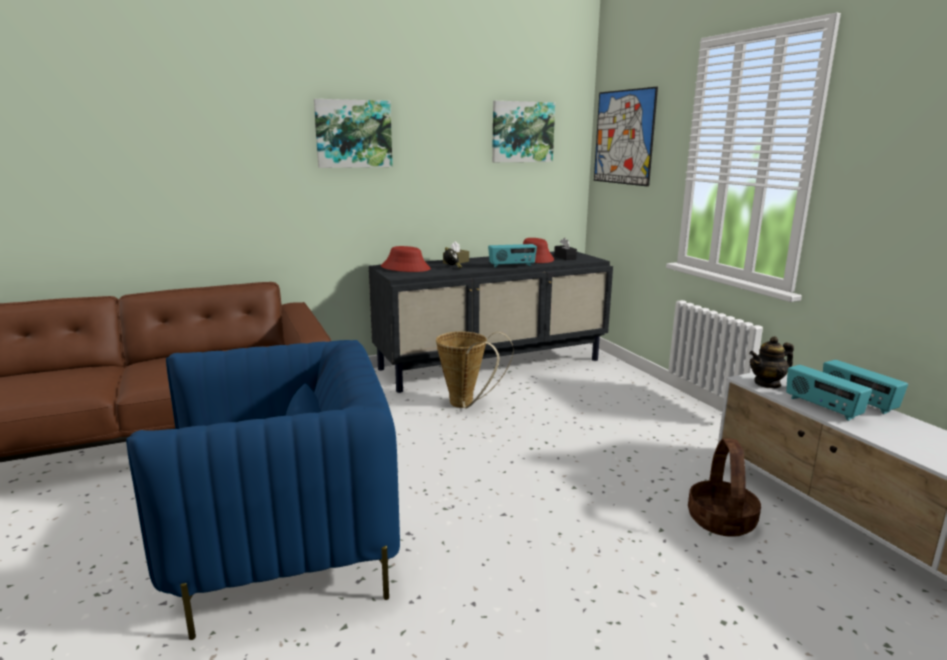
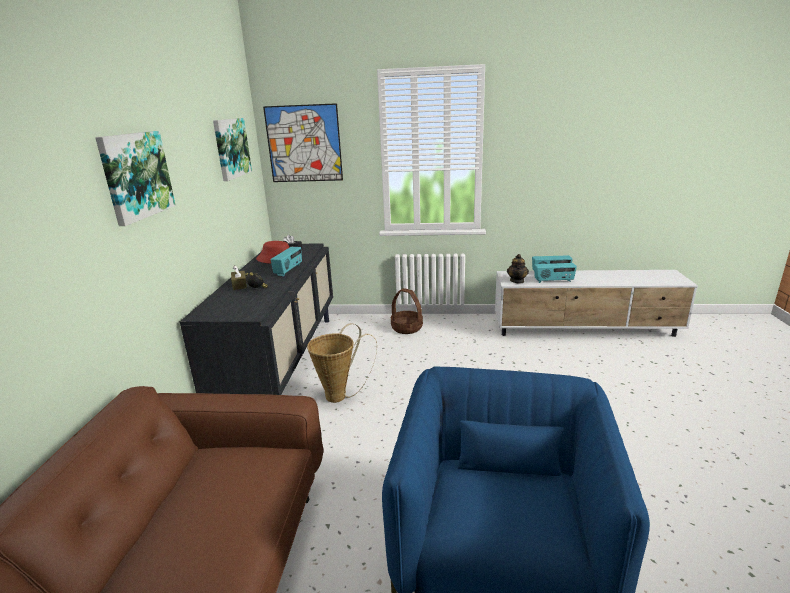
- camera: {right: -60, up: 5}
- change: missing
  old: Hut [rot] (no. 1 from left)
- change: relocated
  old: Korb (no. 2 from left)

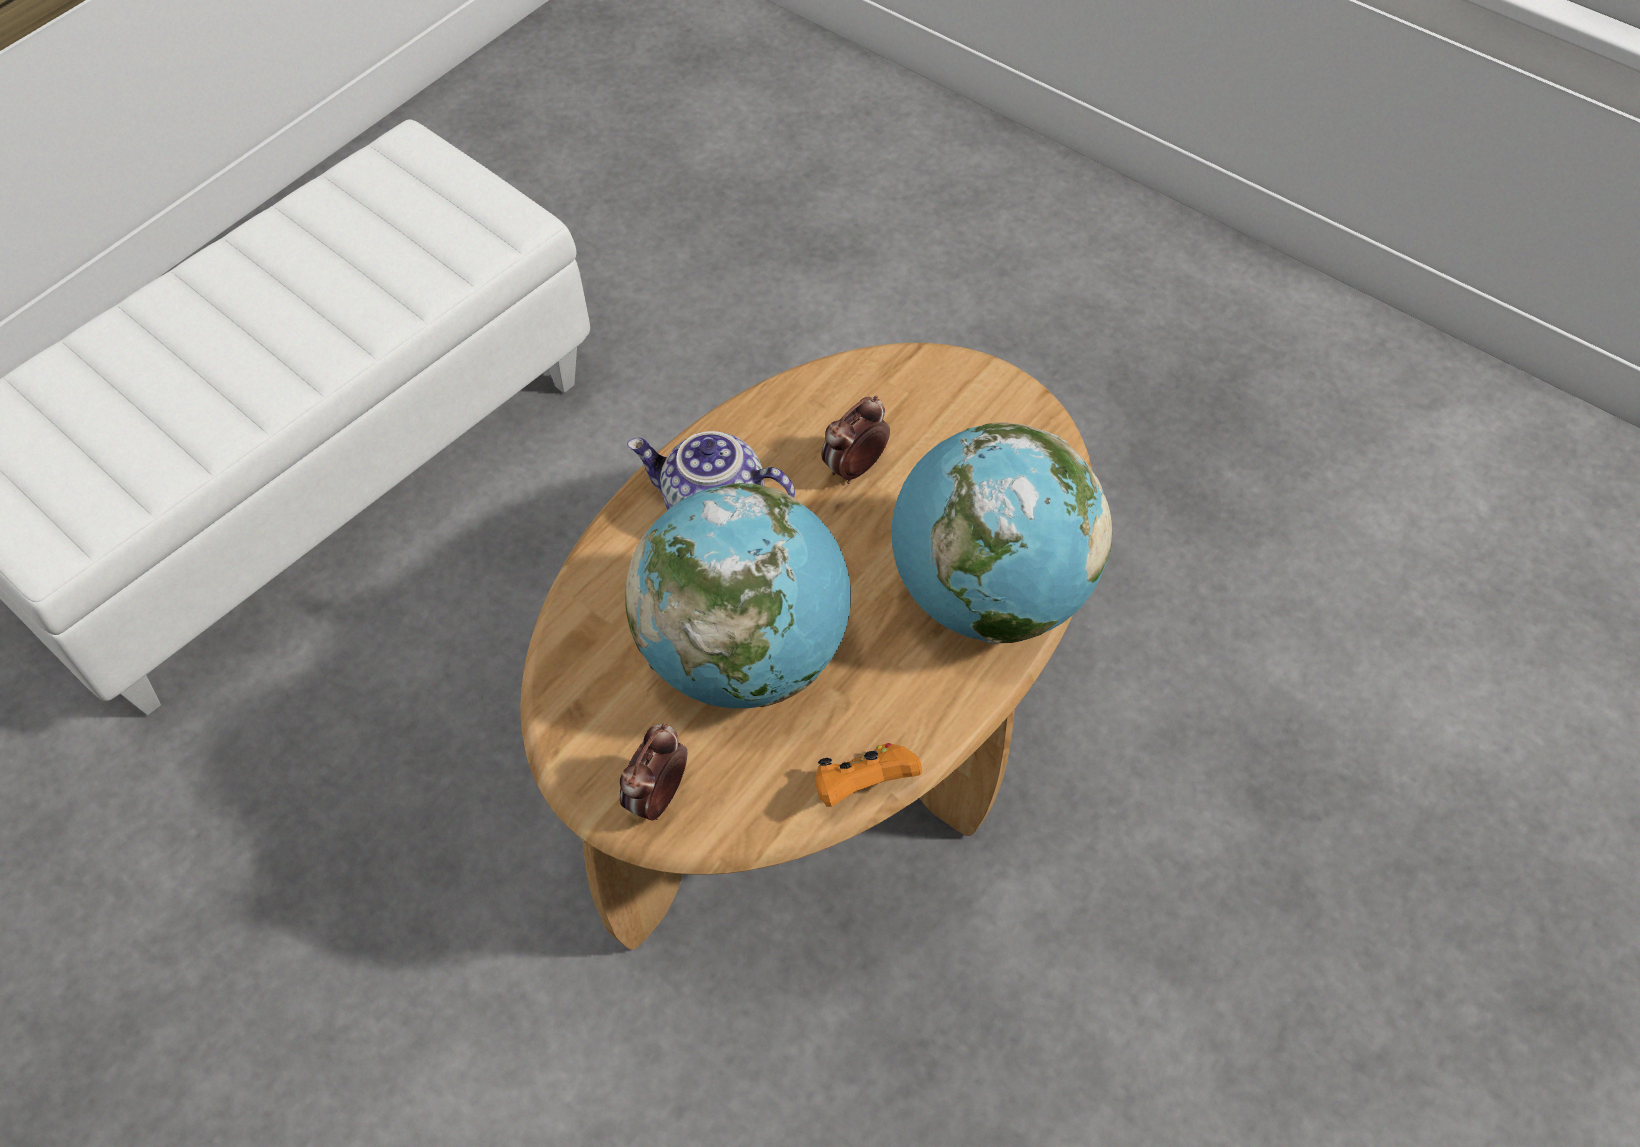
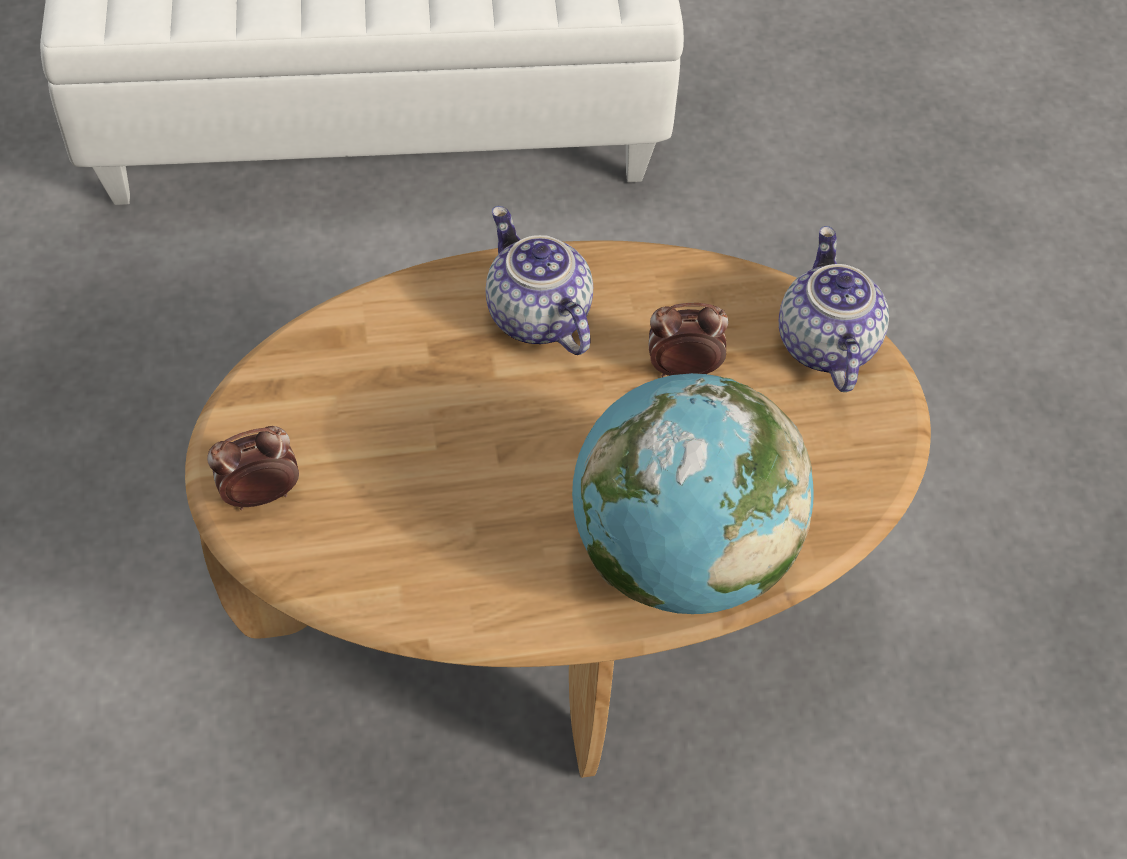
- camera: {right: 40, up: 0}
- change: missing
  old: Globus (no. 1 from left)
- change: missing
  old: Gamepad [orange]
- change: appeared
  new: Teekanne (no. 2 from left)

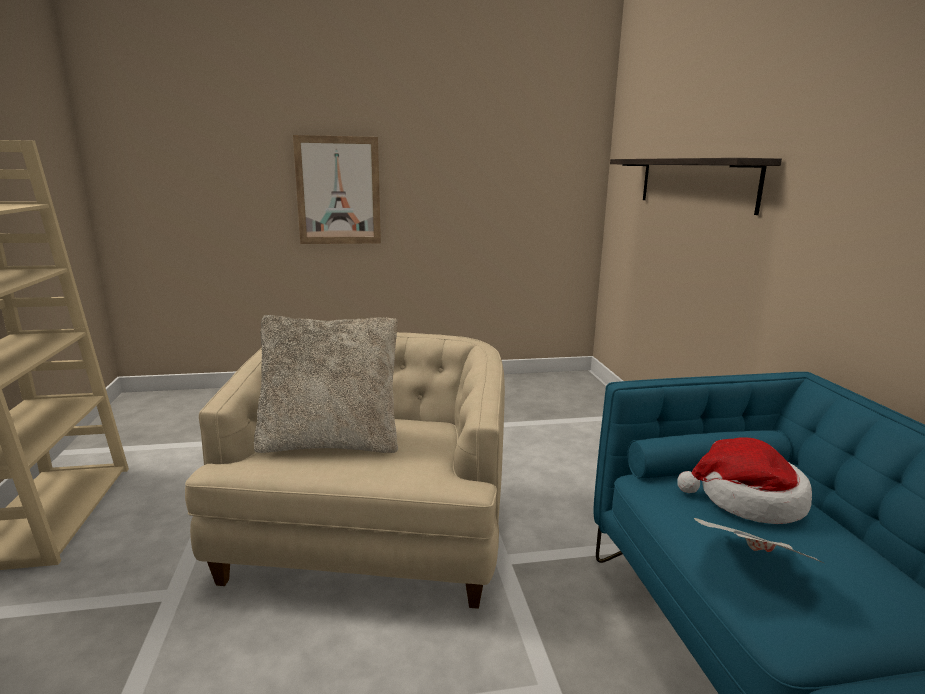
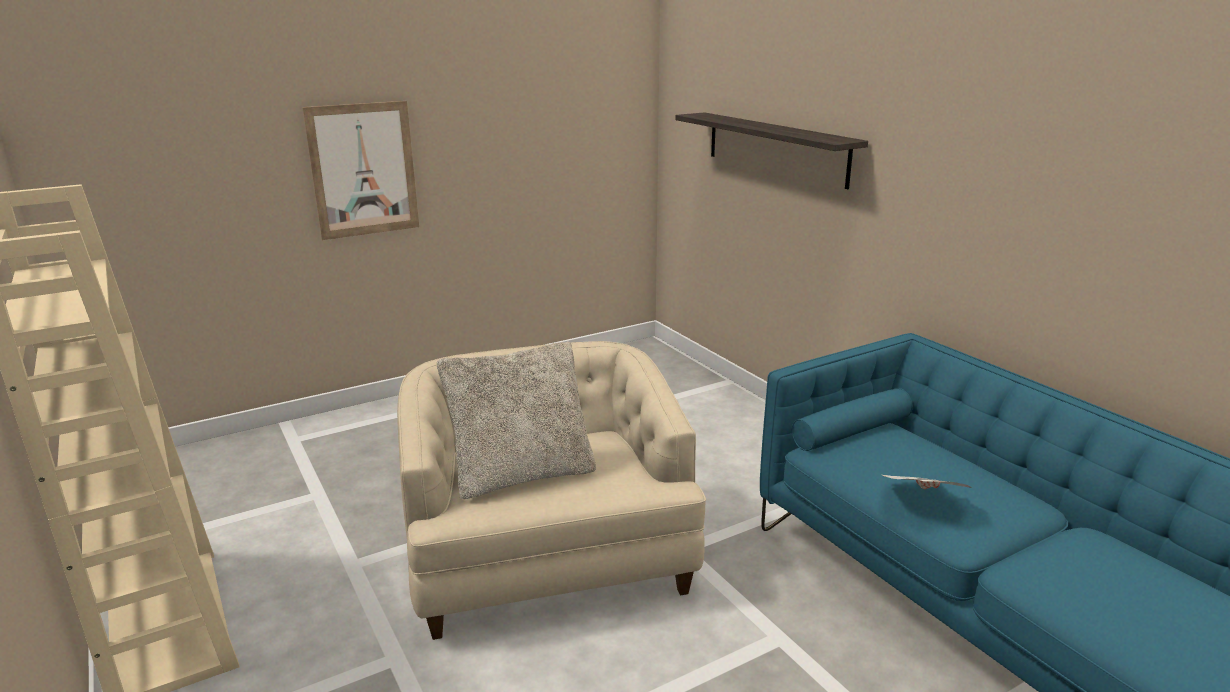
- camera: {right: -20, up: 5}
- change: missing
  old: Hut

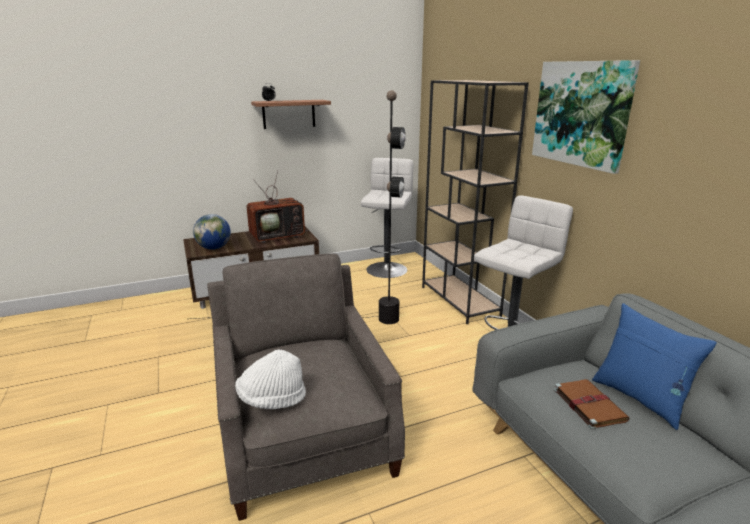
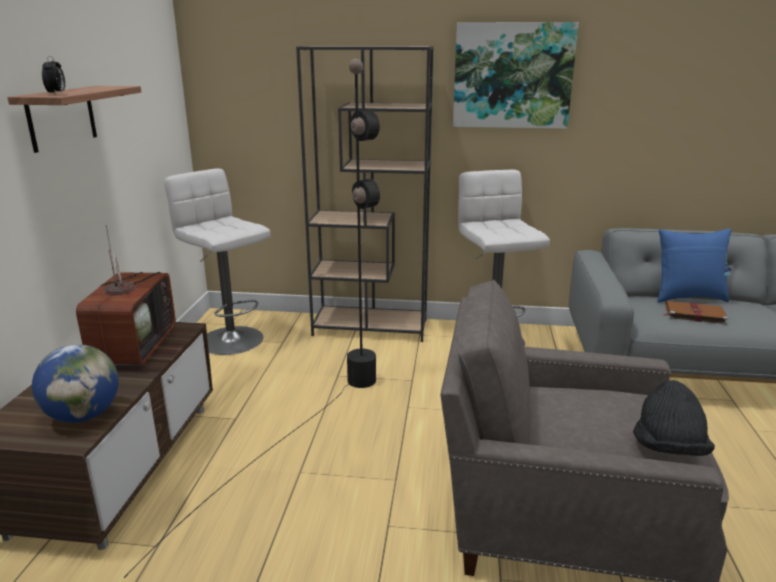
- camera: {right: -60, up: 0}
- change: colour
  old: Hut [weiß]
  new: Hut [schwarz]

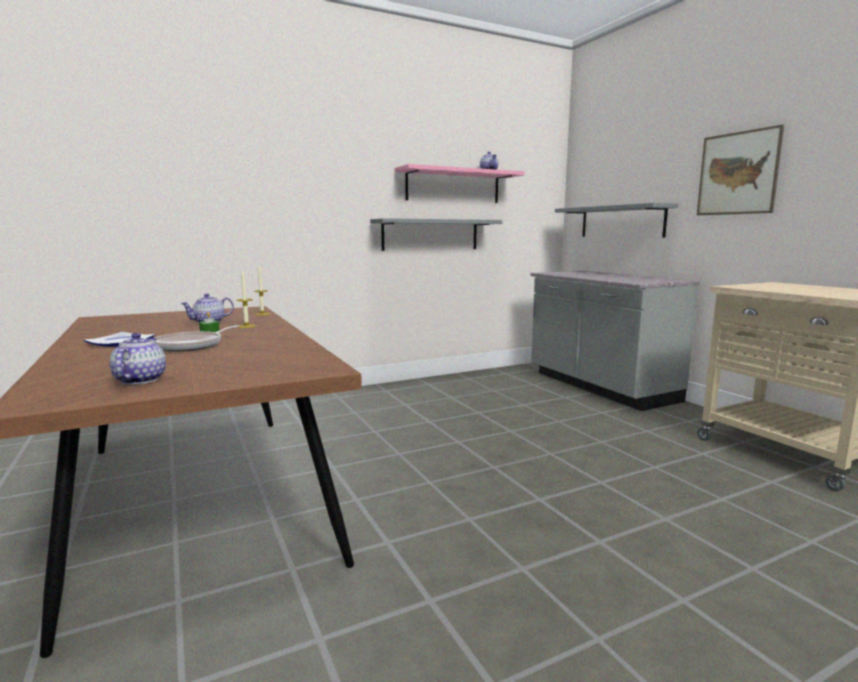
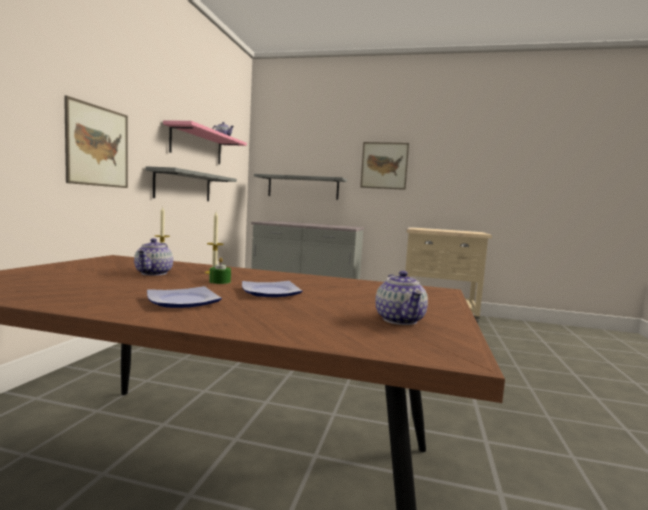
- camera: {right: -50, up: -5}
- change: exchanged
  old: Pfanne
  new: Teller (no. 2 from left)
- change: spun
  old: Teekanne (no. 1 from left in the first image)
  degrees: -135
- change: appeared
  new: Bild (no. 1 from left)

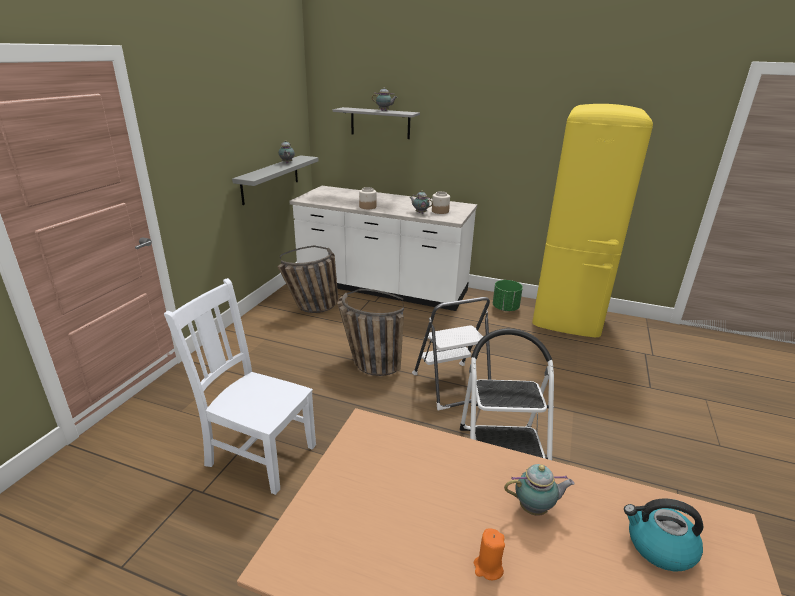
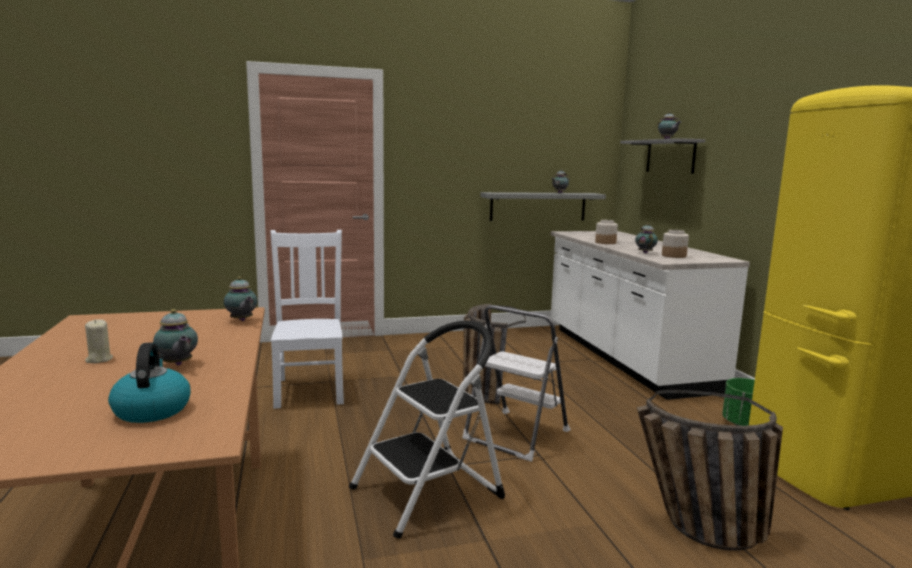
- camera: {right: 55, up: -15}
- change: relocated
  old: Korb (no. 1 from left in the first image)
  new: Korb (no. 2 from left)
- change: colour
  old: Kerze [orange]
  new: Kerze [beige]
- change: appeared
  new: Teekanne (no. 2 from left)

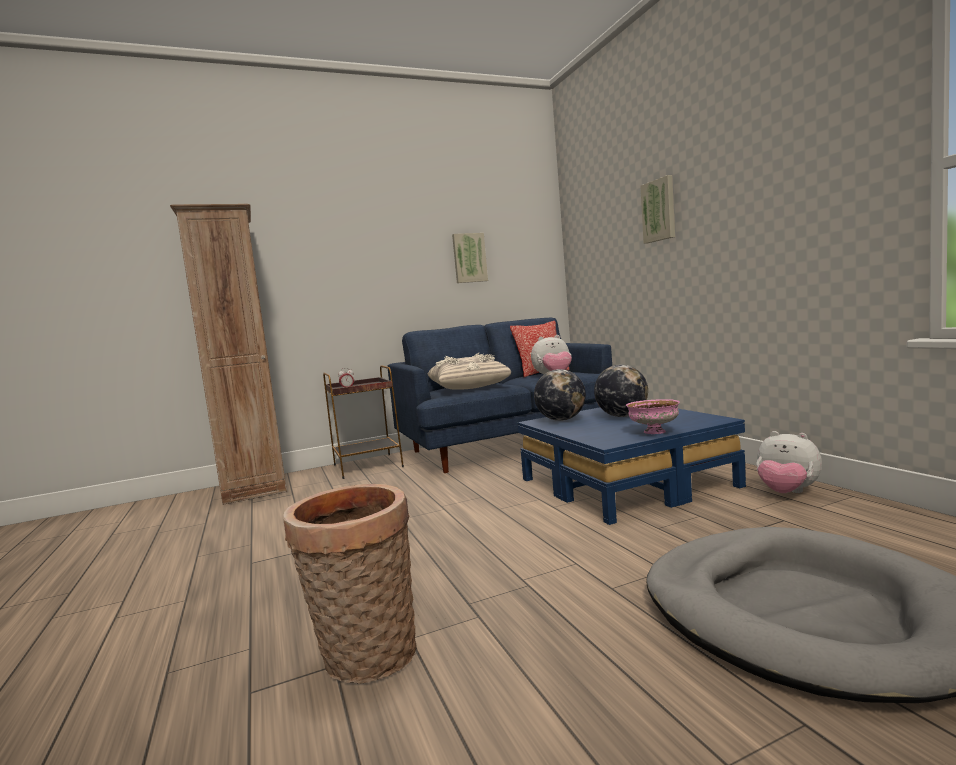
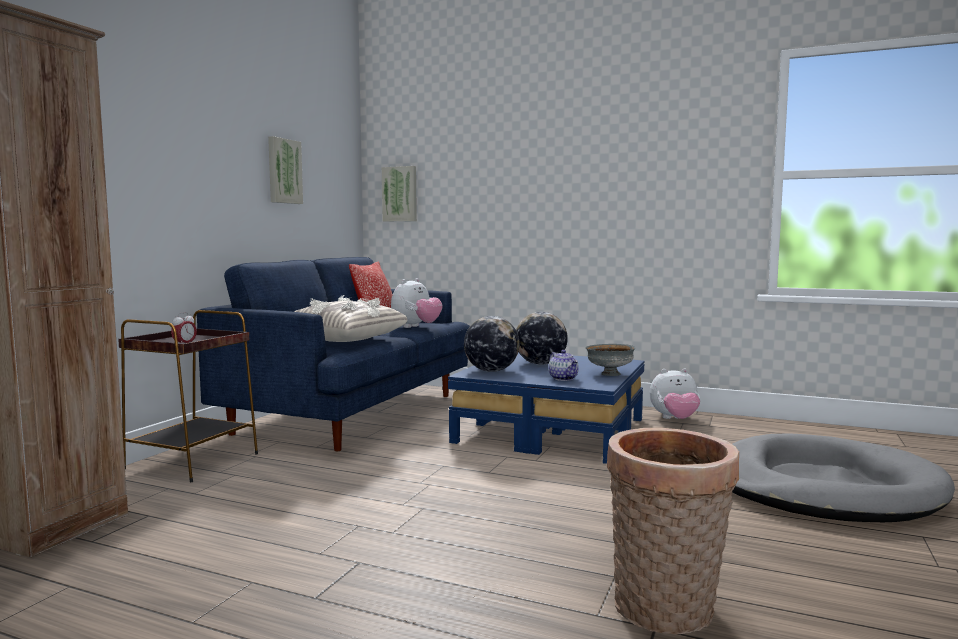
- camera: {right: -45, up: 0}
- change: relocated
  old: Bild (no. 2 from left)
- change: colour
  old: Schüssel [rosa]
  new: Schüssel [grau]
- change: appeared
  new: Teekanne

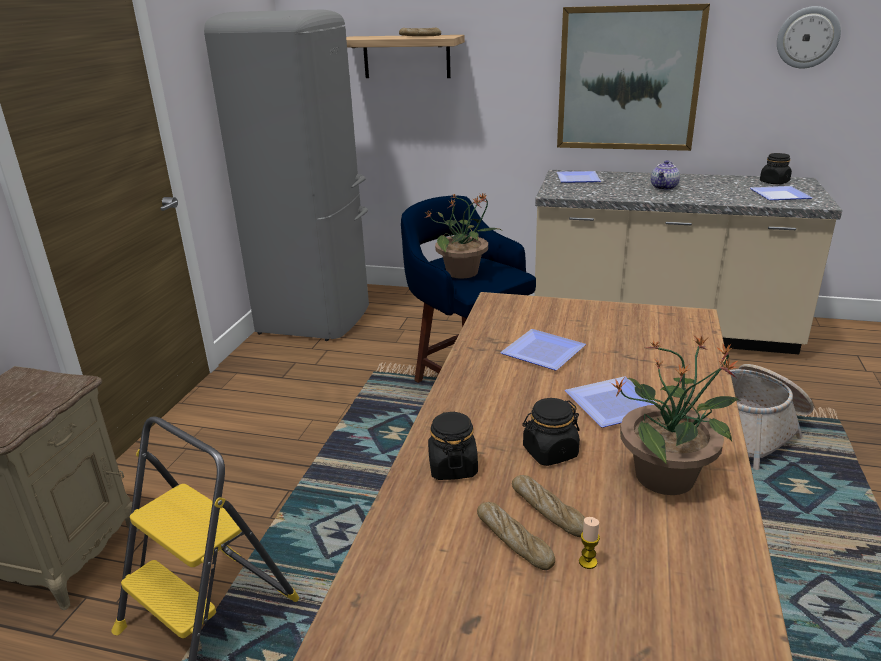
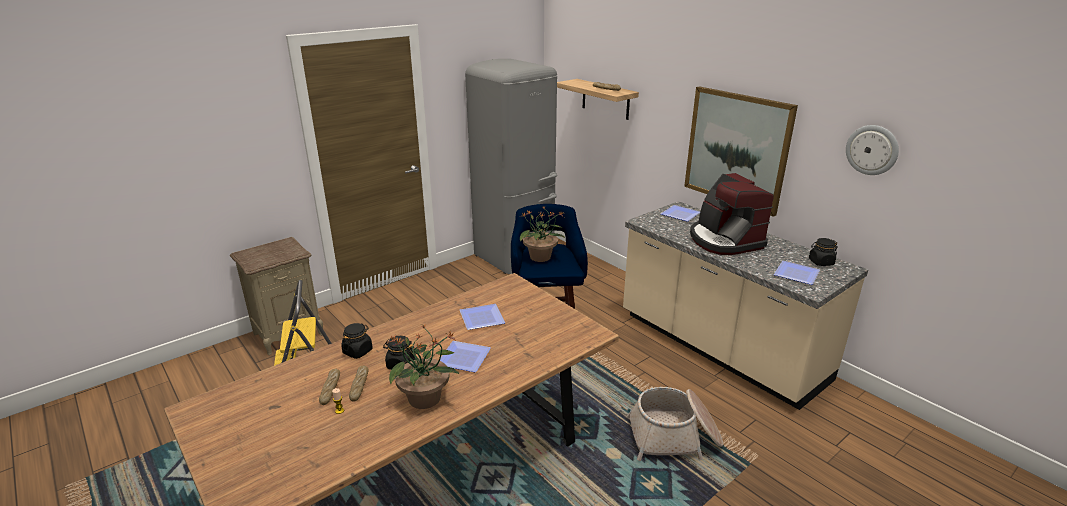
- camera: {right: 35, up: 0}
- change: exchanged
  old: Teekanne
  new: Kaffeemaschine

